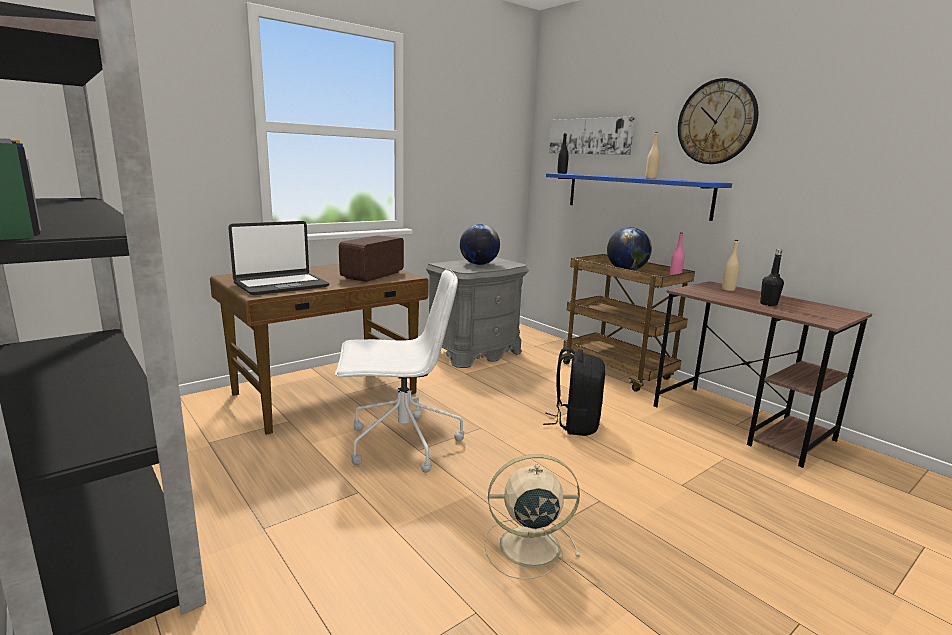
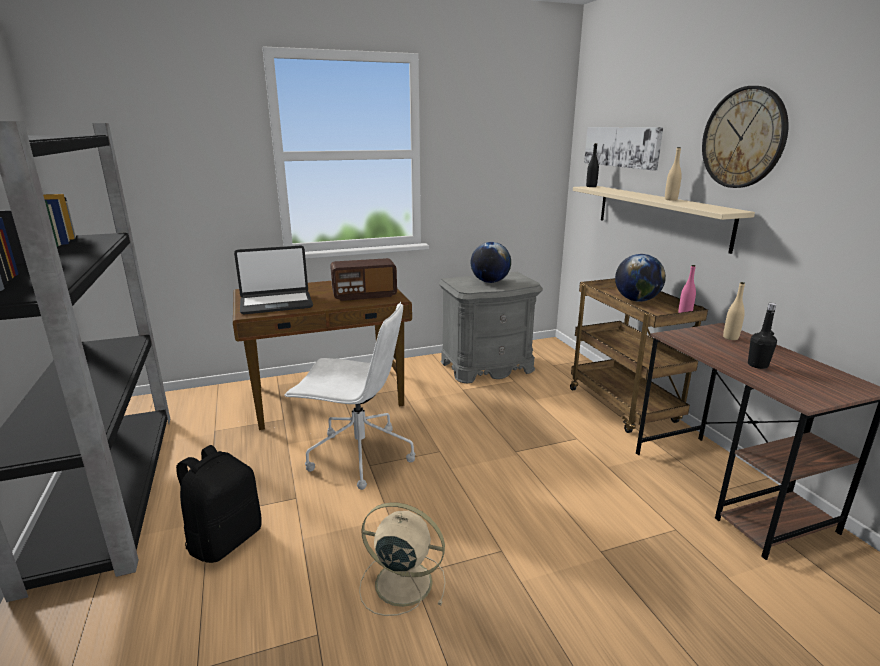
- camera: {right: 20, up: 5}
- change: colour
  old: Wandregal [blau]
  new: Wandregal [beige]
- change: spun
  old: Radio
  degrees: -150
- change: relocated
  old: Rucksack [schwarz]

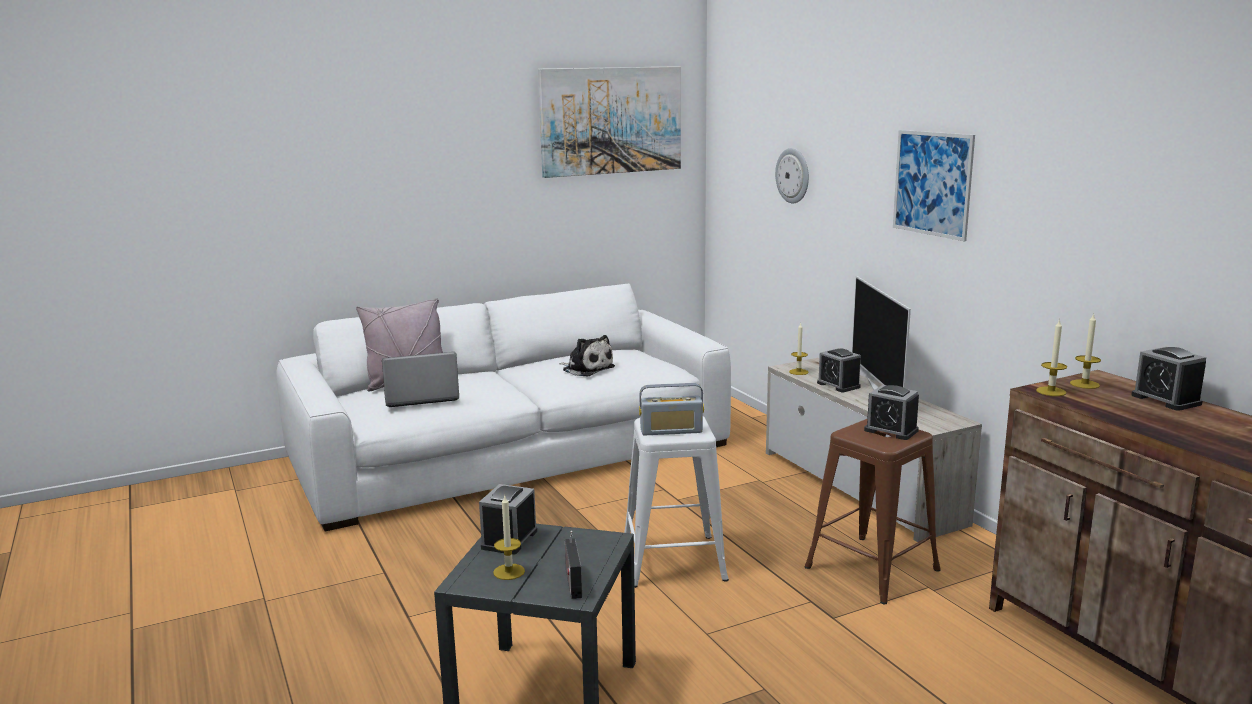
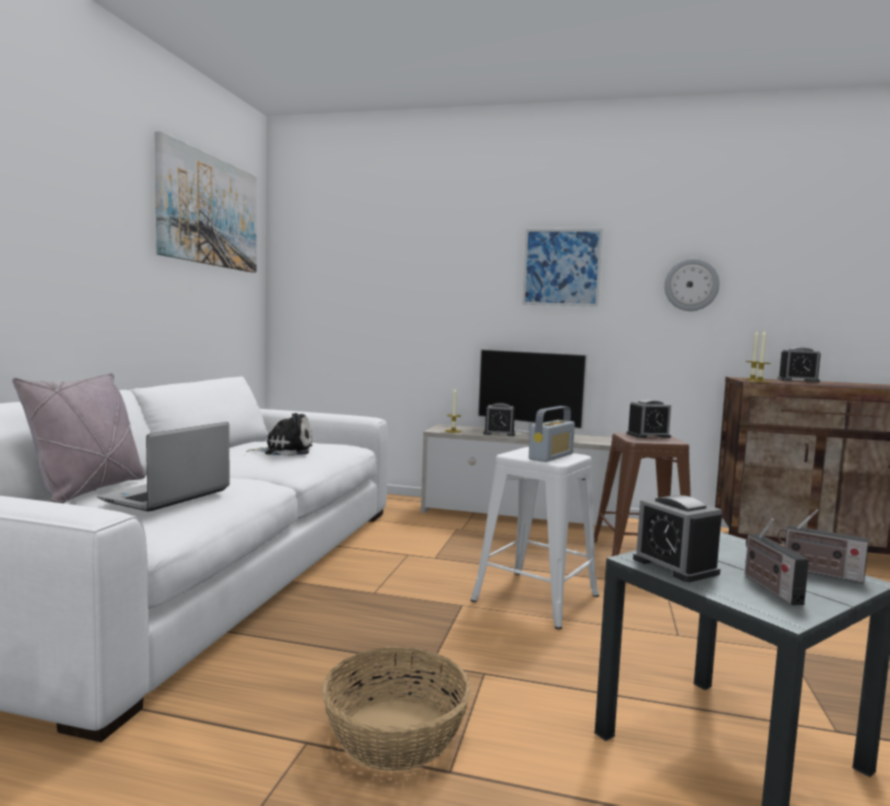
- camera: {right: -50, up: -10}
- change: relocated
  old: Wanduhr
- change: exchanged
  old: Kerze (no. 1 from left)
  new: Radio (no. 2 from left)
- change: appeared
  new: Korb

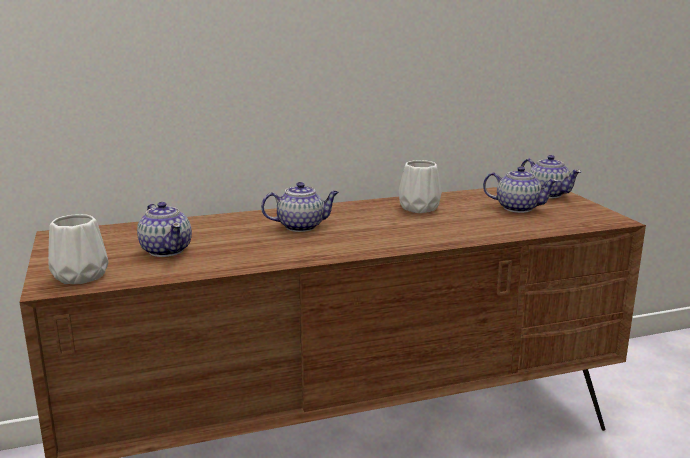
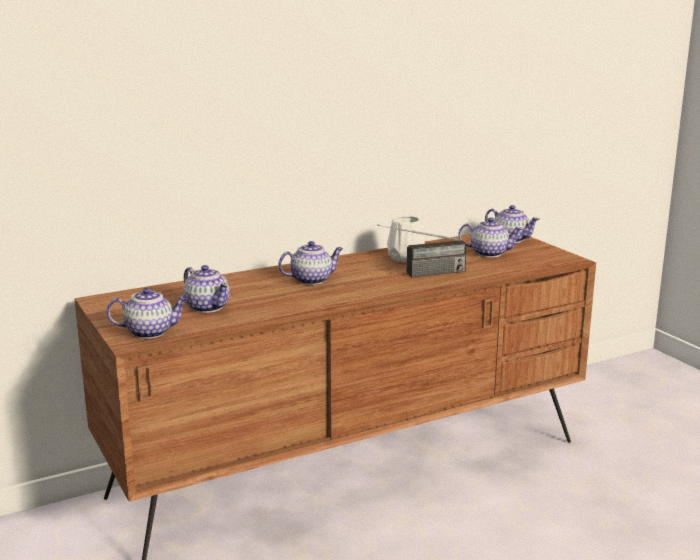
- camera: {right: -10, up: 0}
- change: exchanged
  old: Vase [weiß] (no. 1 from left)
  new: Teekanne (no. 1 from left)
- change: appeared
  new: Radio

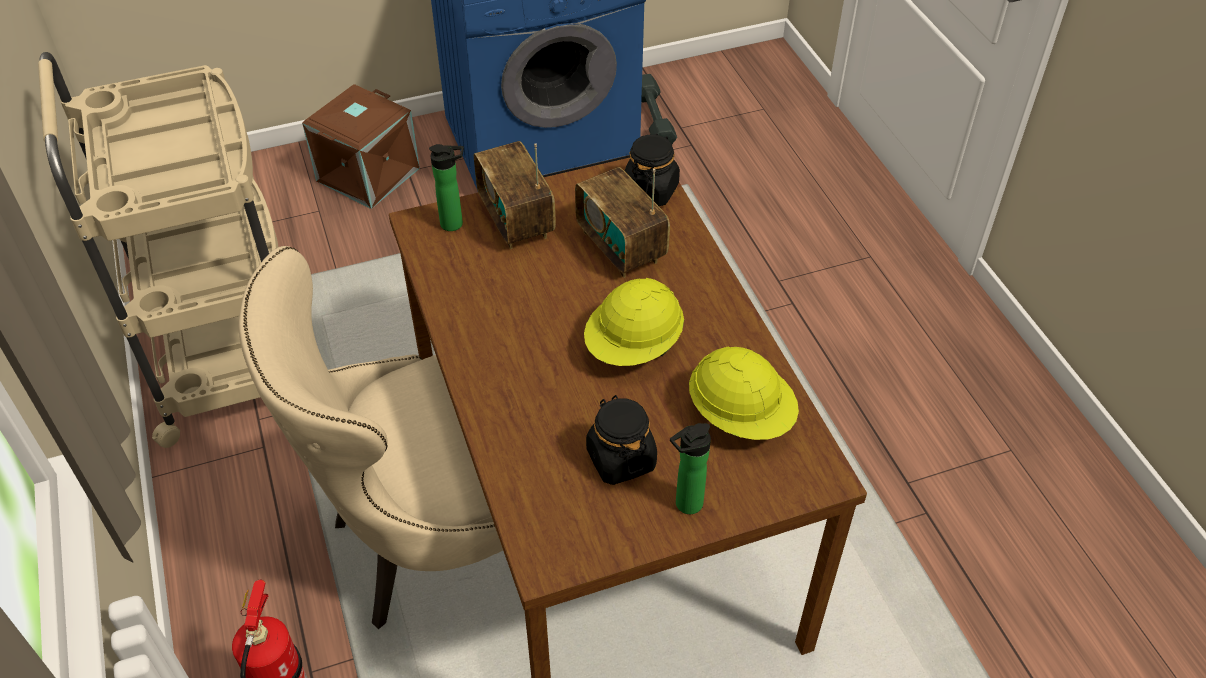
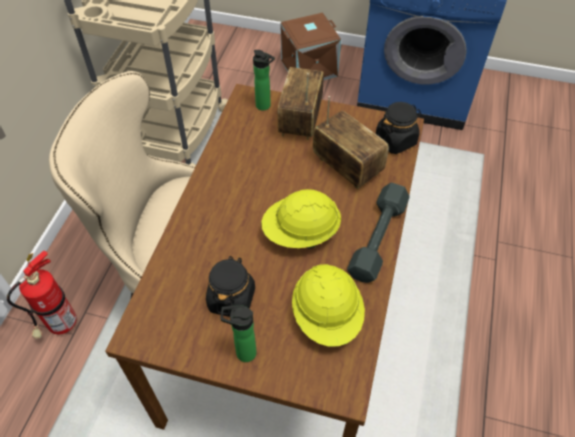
- camera: {right: 35, up: 5}
- change: relocated
  old: Hantel [grau]
- change: spun
  old: Radio (no. 2 from left)
  degrees: 135

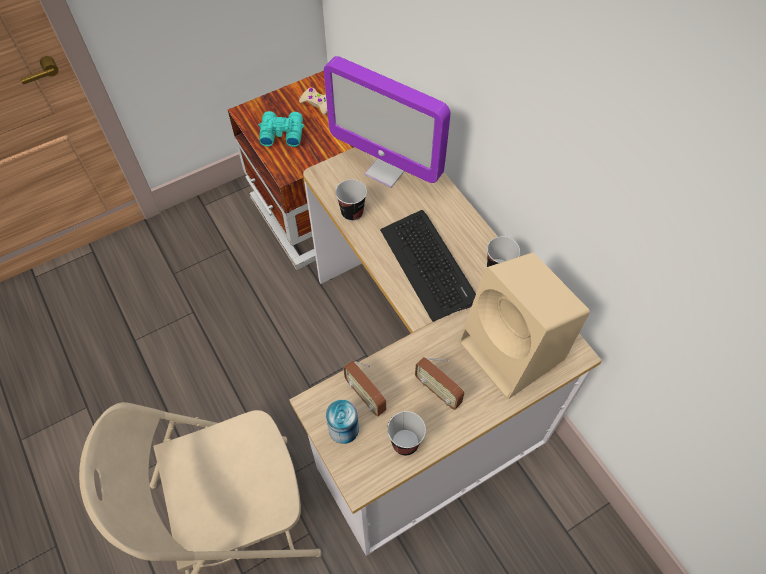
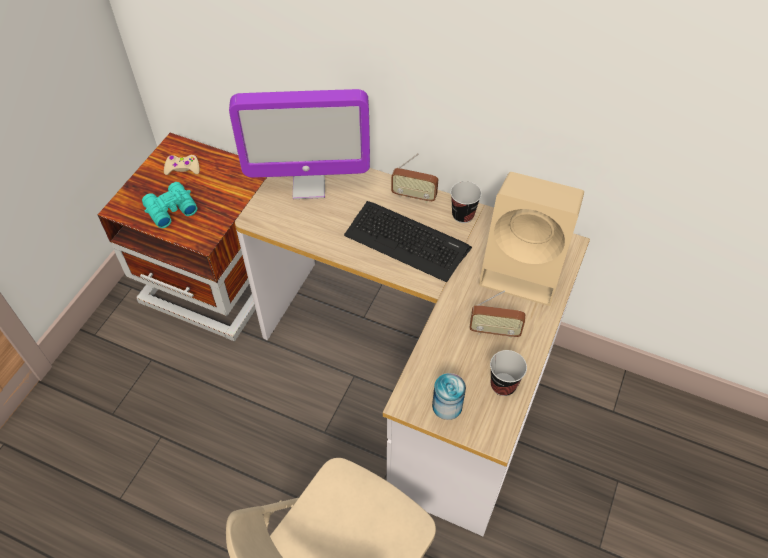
- camera: {right: -35, up: -5}
- change: missing
  old: Tasse (no. 1 from left)
- change: relocated
  old: Radio (no. 1 from left)

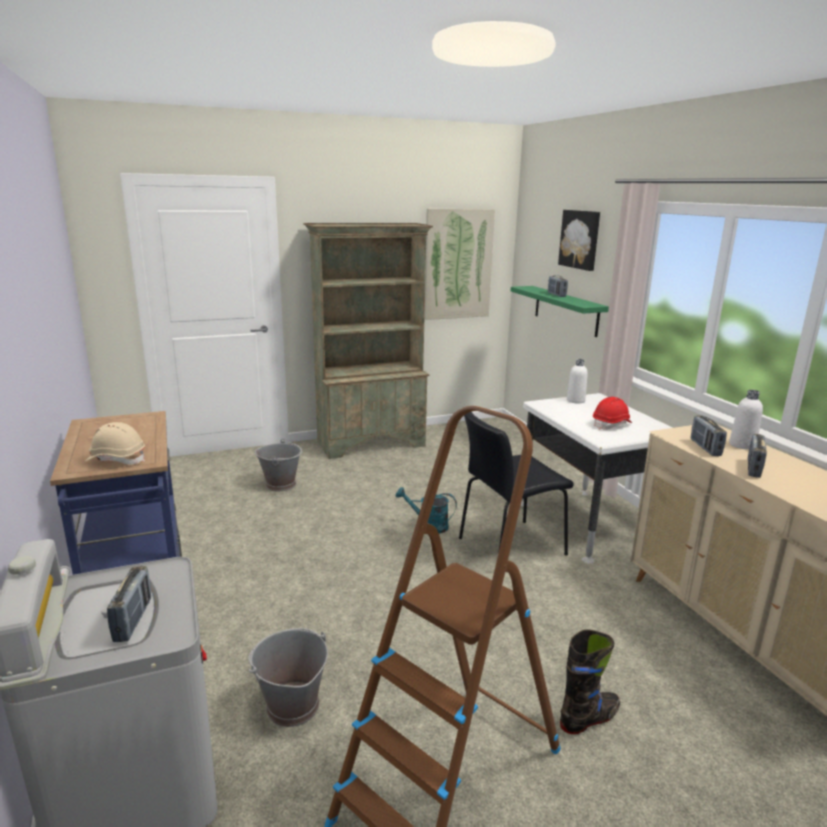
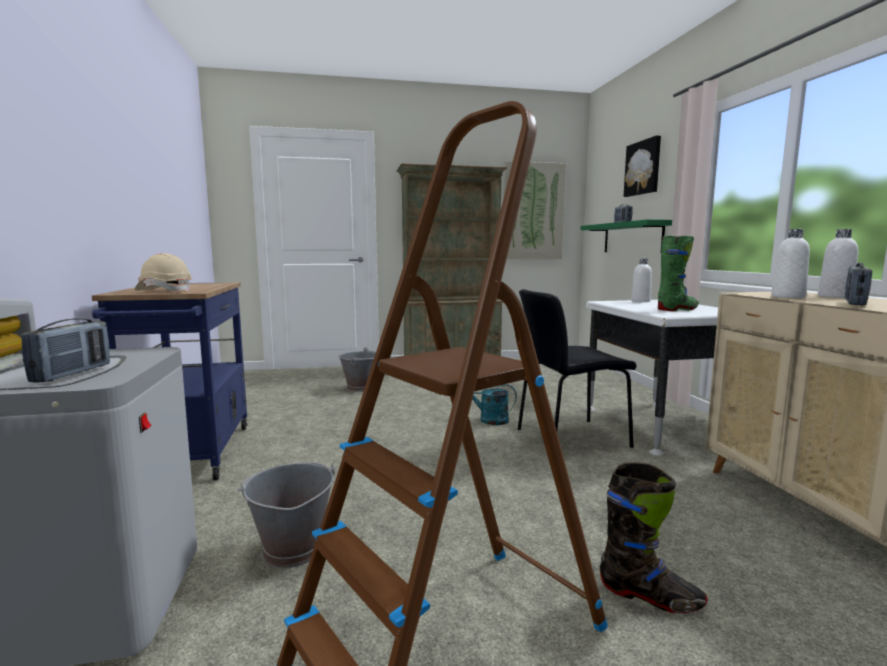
- camera: {right: 10, up: -10}
- change: exchanged
  old: Schutzhelm [rot]
  new: Stiefel [grün]
- change: exchanged
  old: Radio (no. 3 from left)
  new: Flasche [weiß] (no. 2 from left)
- change: spun
  old: Stiefel [schwarz]
  degrees: 45

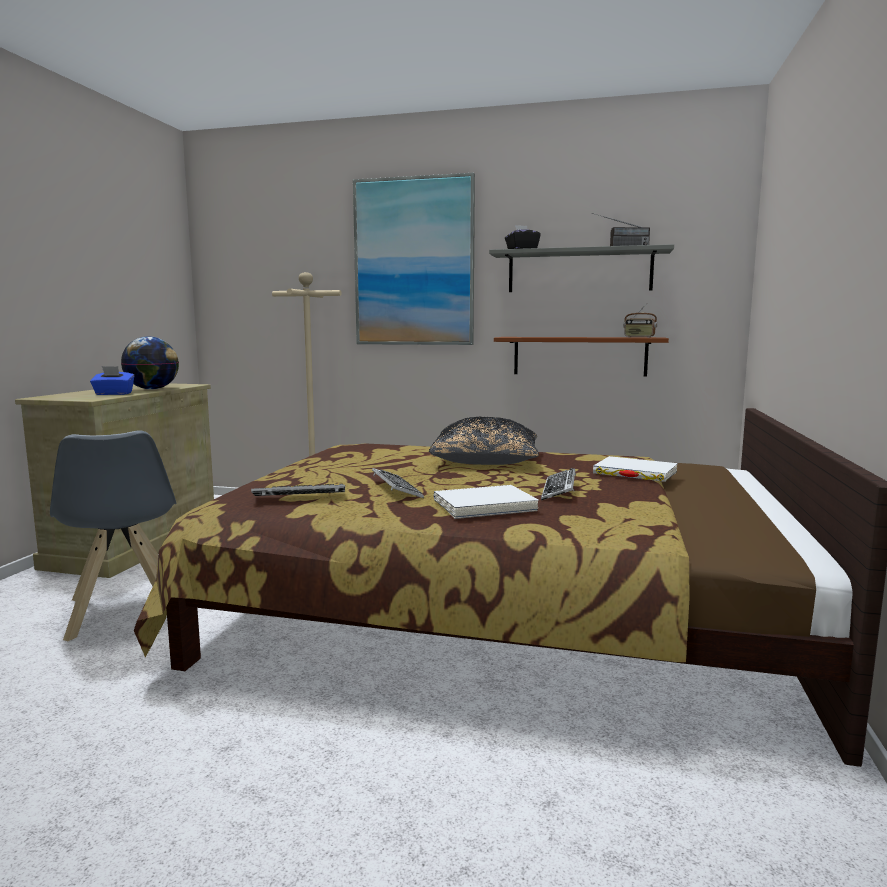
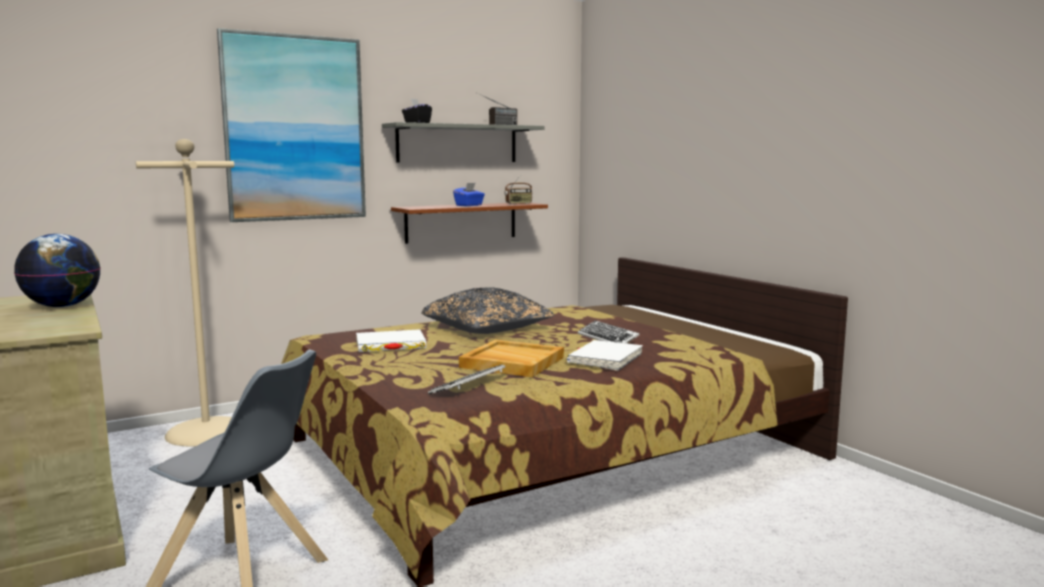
- camera: {right: -45, up: 0}
- change: relocated
  old: Taschentuchbox [blau]
- change: relocated
  old: Buch [weiß] (no. 2 from left in the first image)
  new: Buch [weiß] (no. 1 from left)
- change: exchanged
  old: Tastatur (no. 2 from left)
  new: Tablett [beige]

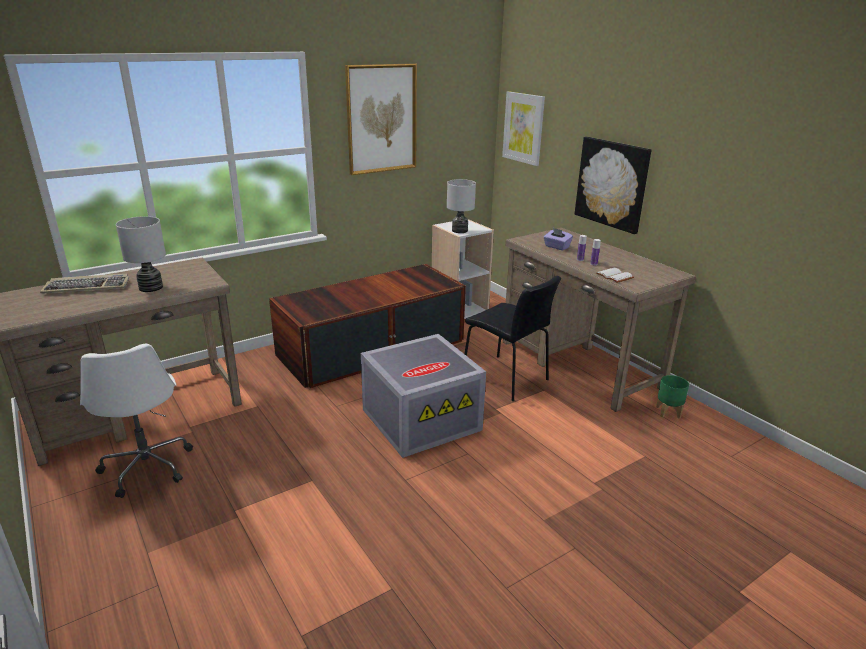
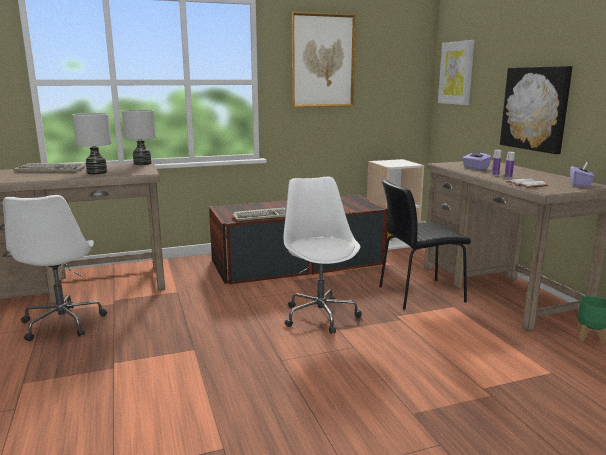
- camera: {right: 15, up: -10}
- change: relocated
  old: Tischlampe [grau] (no. 2 from left)
- change: spun
  old: Stuhl [schwarz]
  degrees: 105
- change: exchanged
  old: Aufbewahrungsbox [grau]
  new: Bürostuhl [weiß] (no. 2 from left)
- change: appeared
  new: Taschentuchbox [lila] (no. 2 from left)
- change: appeared
  new: Tastatur (no. 2 from left)

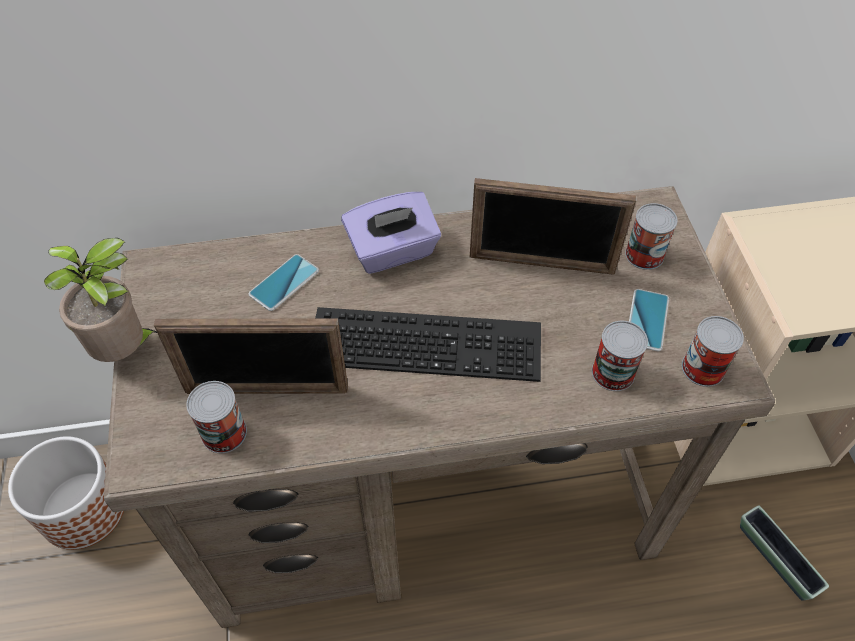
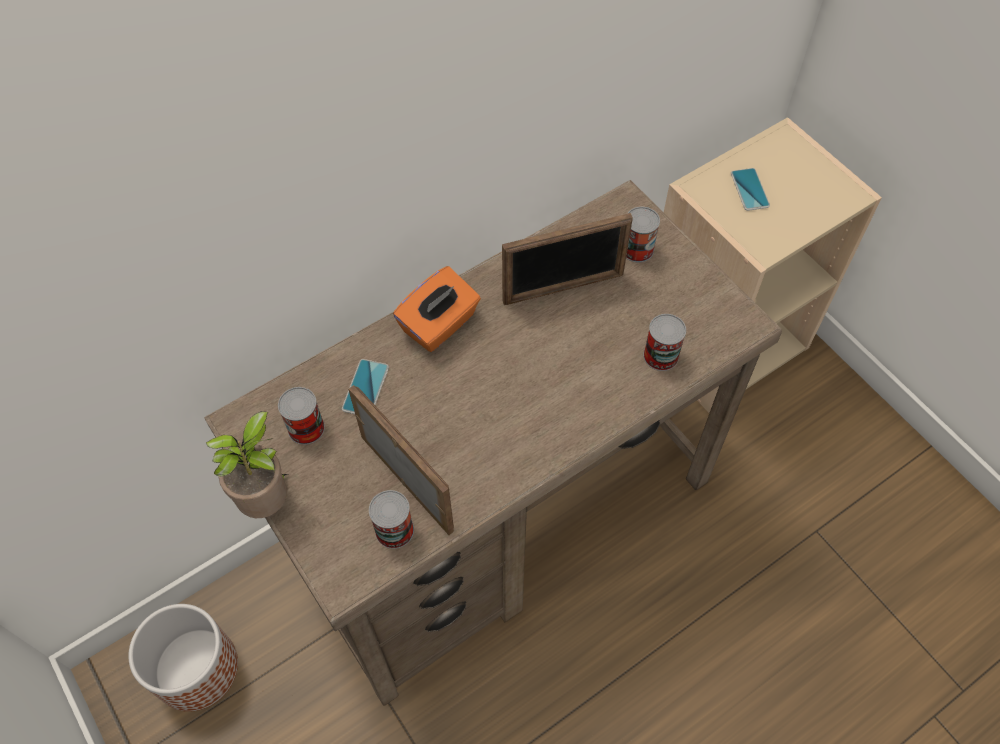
- camera: {right: -25, up: 5}
- change: colour
  old: Taschentuchbox [lila]
  new: Taschentuchbox [orange]
- change: relocated
  old: Handy (no. 2 from left)
- change: missing
  old: Tastatur
- change: relocated
  old: Dose (no. 4 from left in the first image)
  new: Dose (no. 1 from left)
- change: spun
  old: Bilderrahmen (no. 1 from left)
  degrees: -105
- change: missing
  old: Pflanzkübel (no. 2 from left)

